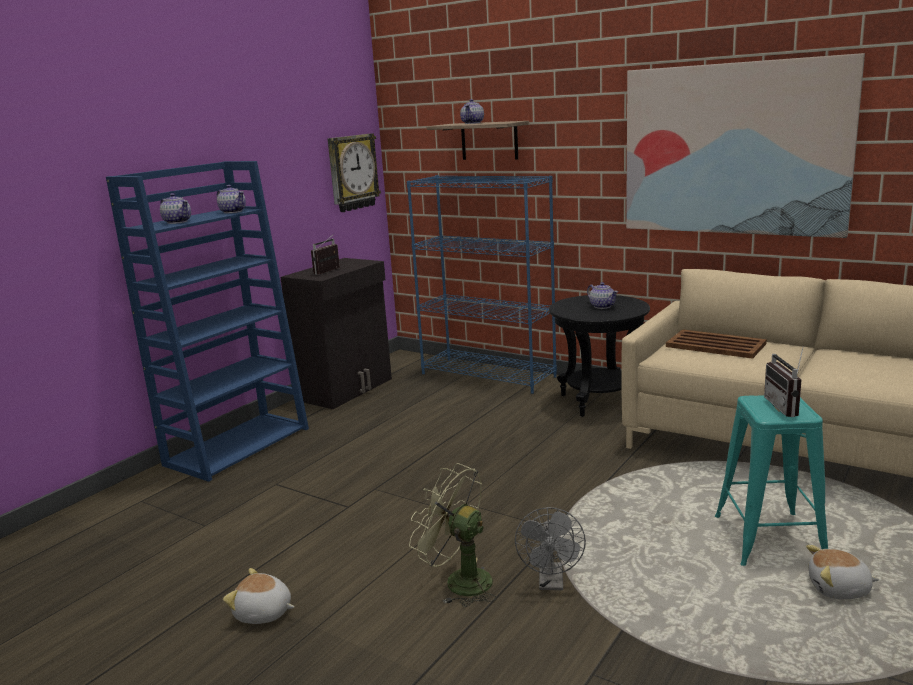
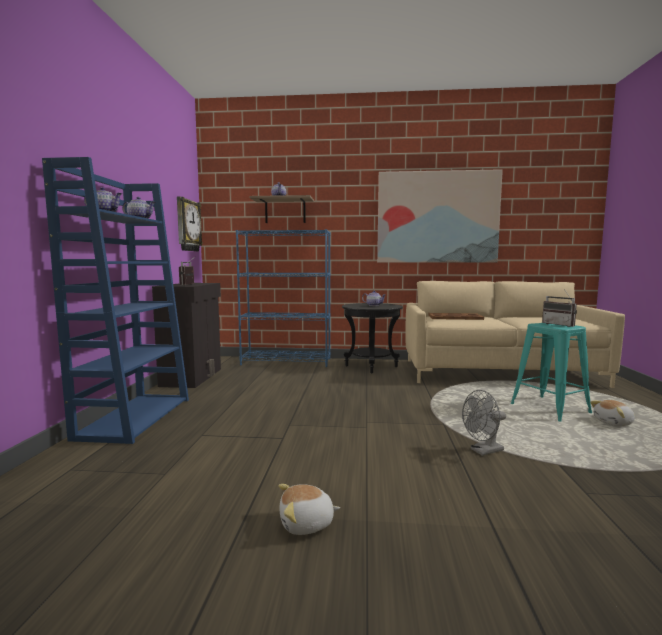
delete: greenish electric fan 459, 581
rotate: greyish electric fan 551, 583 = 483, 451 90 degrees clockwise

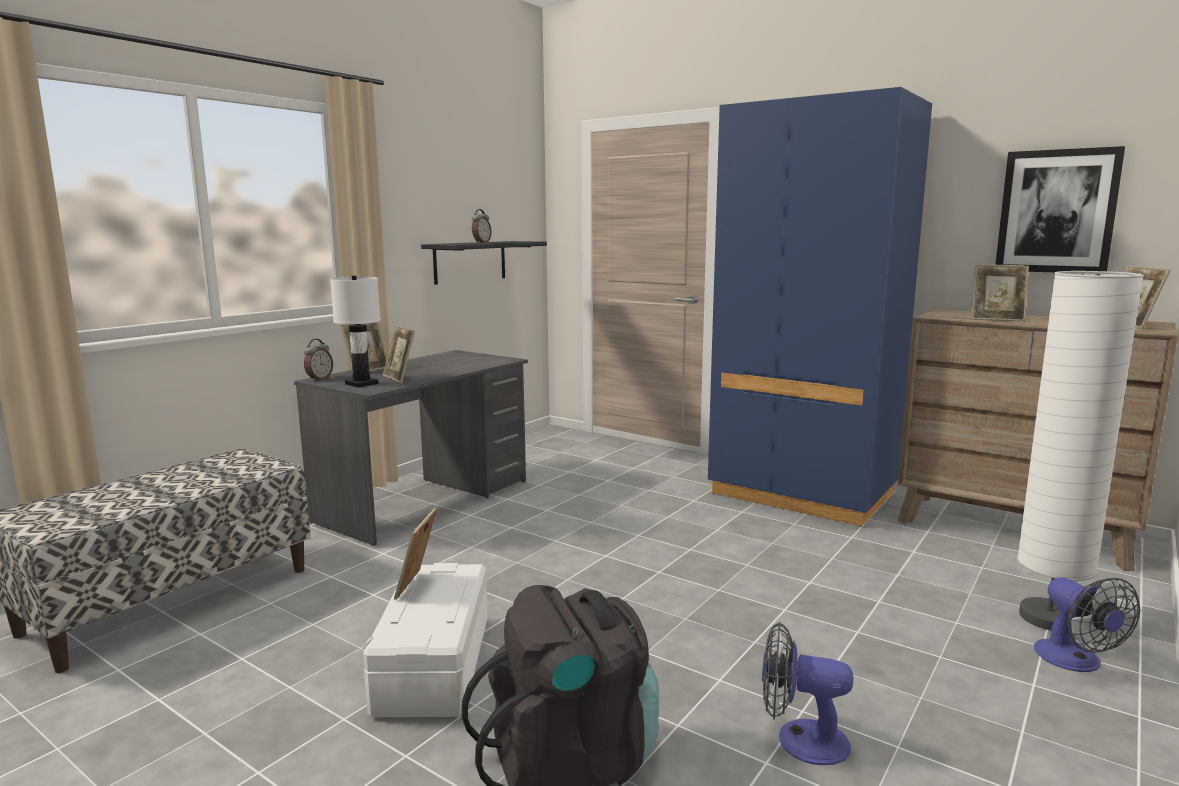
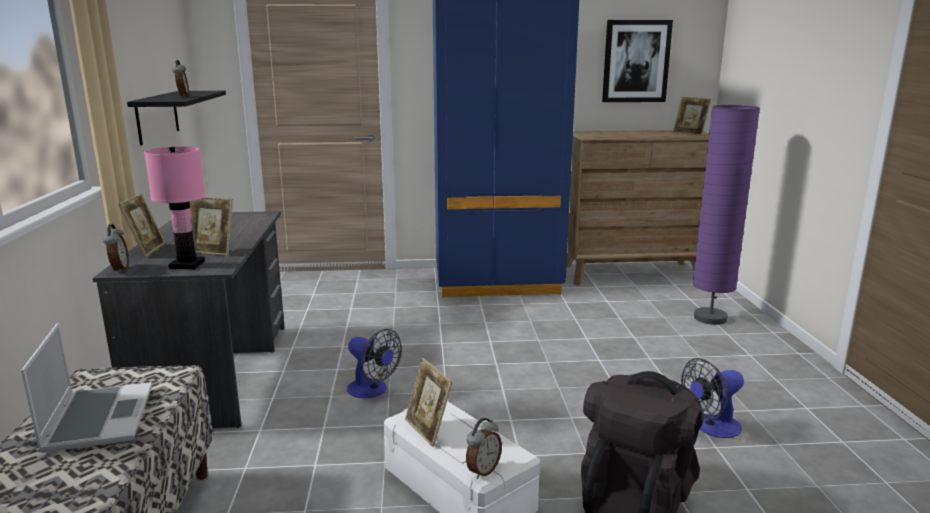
delete: standing frame 996, 319
insert: portable computer 98, 418; table clock 482, 470
move: electric fan 1076, 662 to 372, 391
recolor: white lamp for a table 362, 384 to pinkish lamp for a table 187, 264; white floor lamp 1048, 618 to purplish floor lamp 710, 318

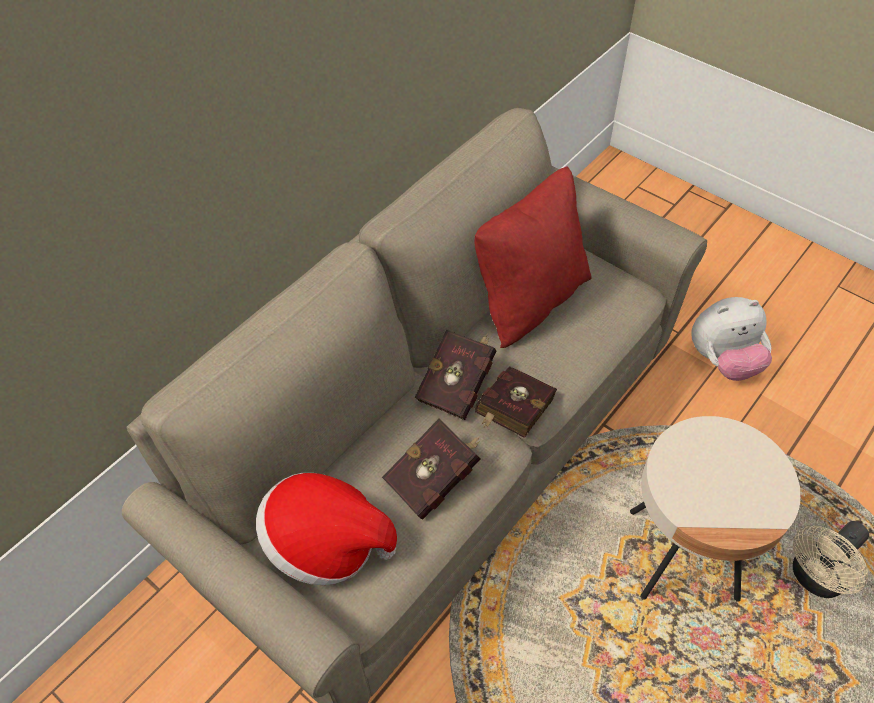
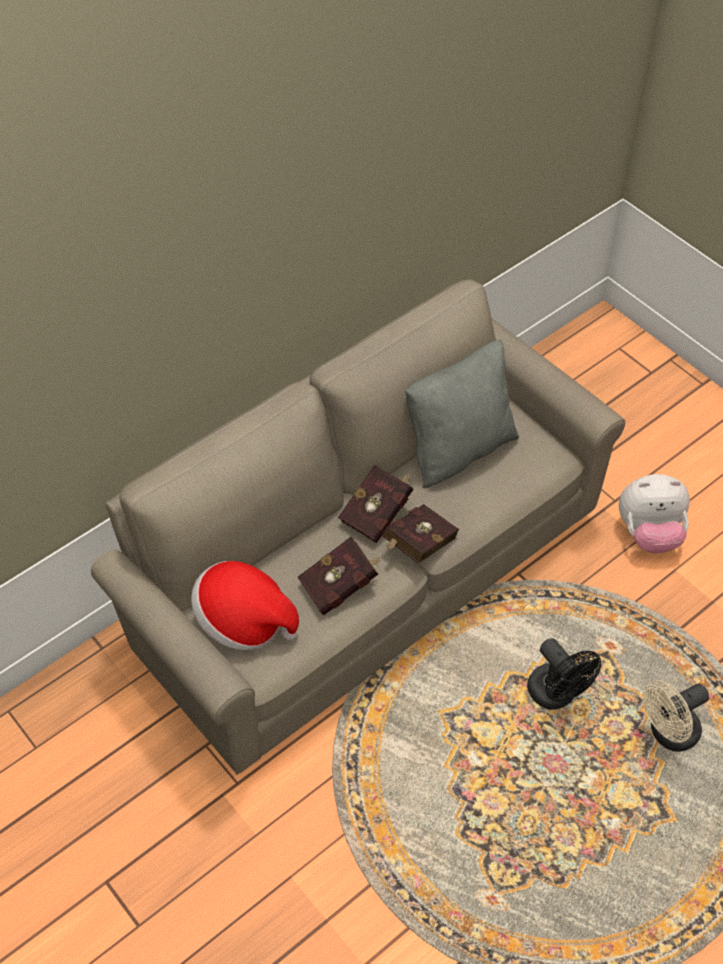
replace: sand-coloured accent table 682, 554 to blackish electric fan 557, 695
recolor: red cushion 529, 299 to greyish cushion 458, 449

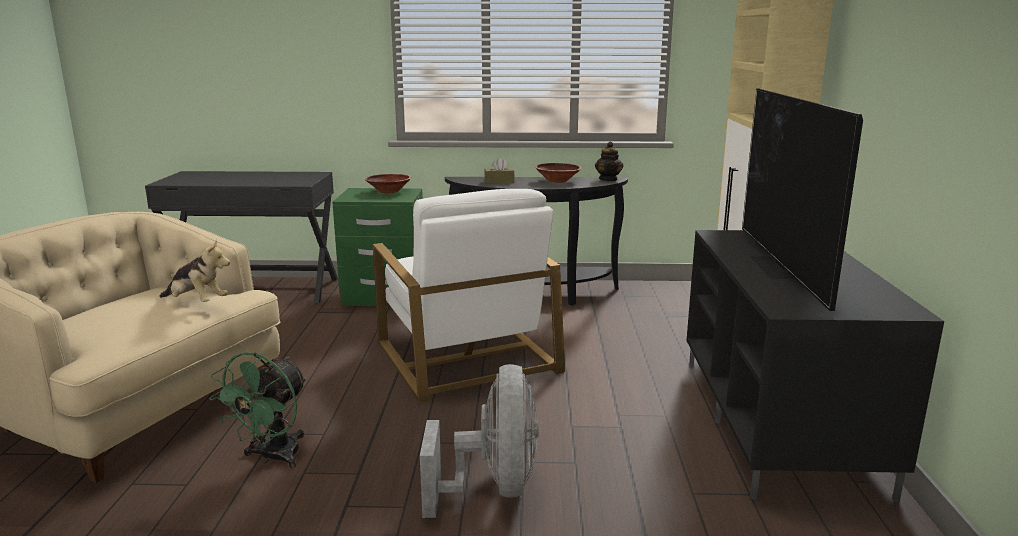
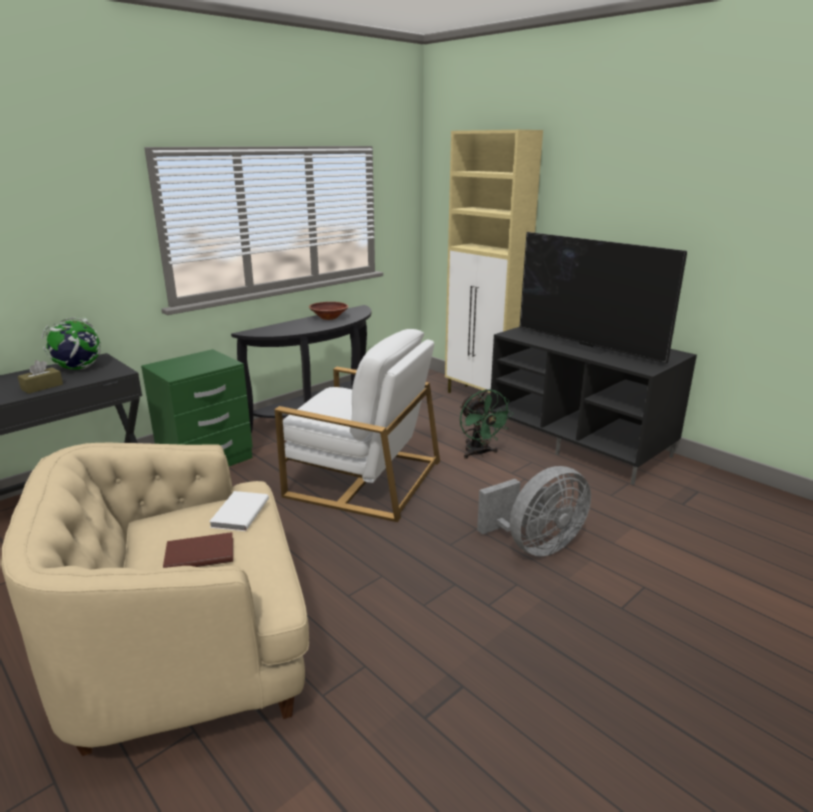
delete: brown bowl 388, 191; teapot 608, 179
insert: world globe 78, 368; brown volume 199, 553
move: greenish electric fan 272, 458 to 479, 453; brown tissue box 499, 181 to 42, 387
replace: soft toy 197, 302 to white volume 238, 513
rotate: greyish electric fan 493, 488 = 535, 545 105 degrees clockwise

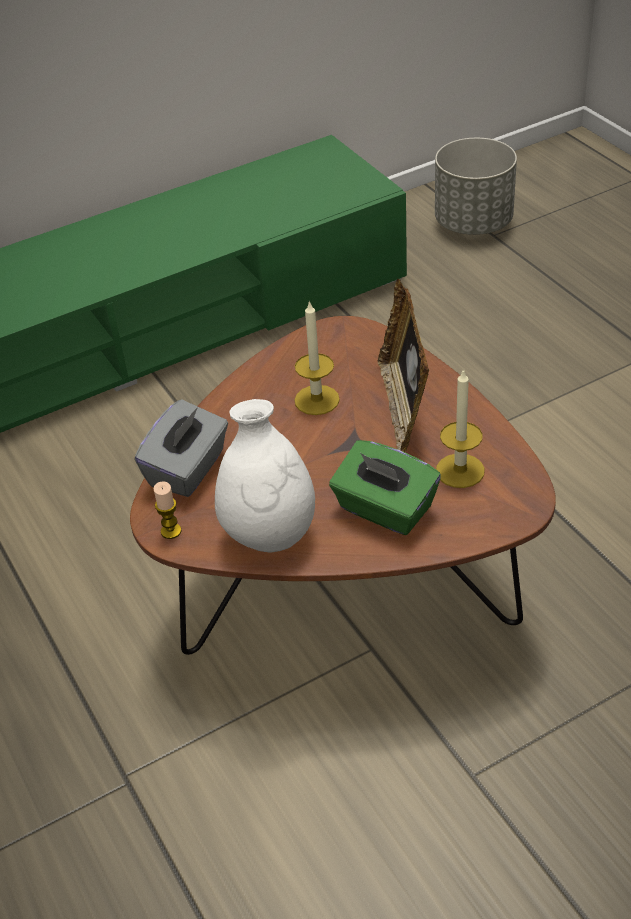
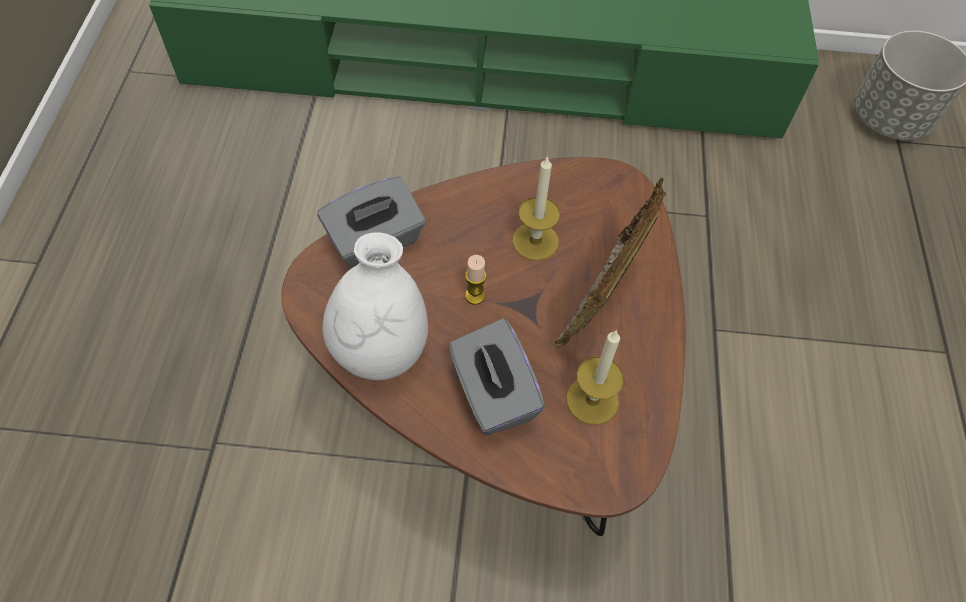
move: candle 171, 531 to 475, 296
recolor: greenish tissue box 384, 509 to greyish tissue box 493, 394

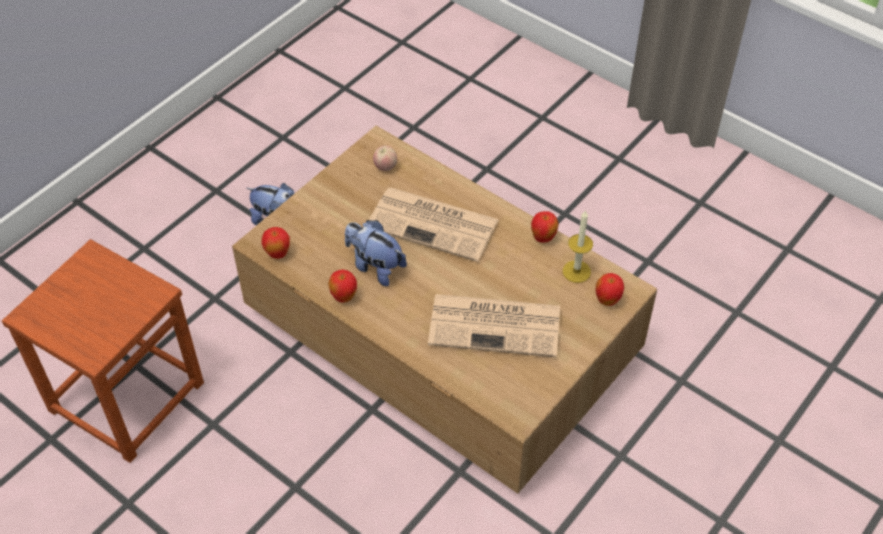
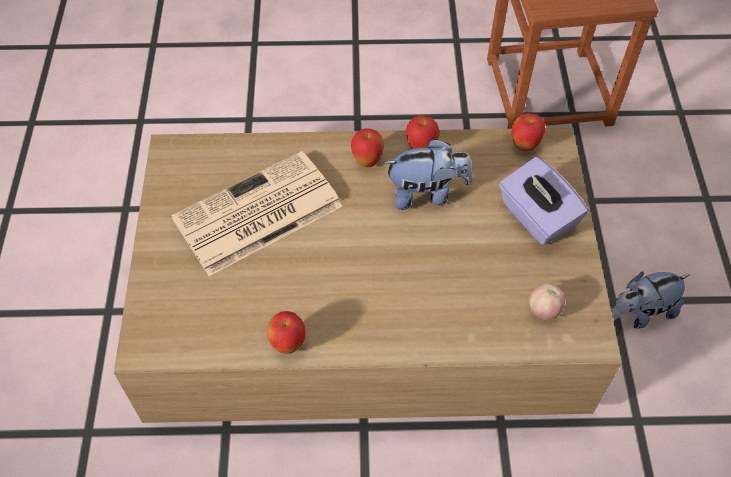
delete: daily paper 435, 224; candle 576, 271
insert: purplish tissue box 536, 217
move: whole apple 607, 301 to 367, 161

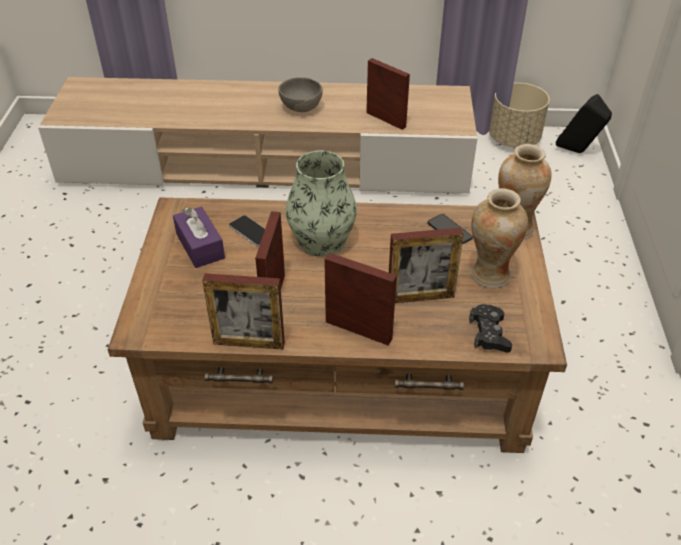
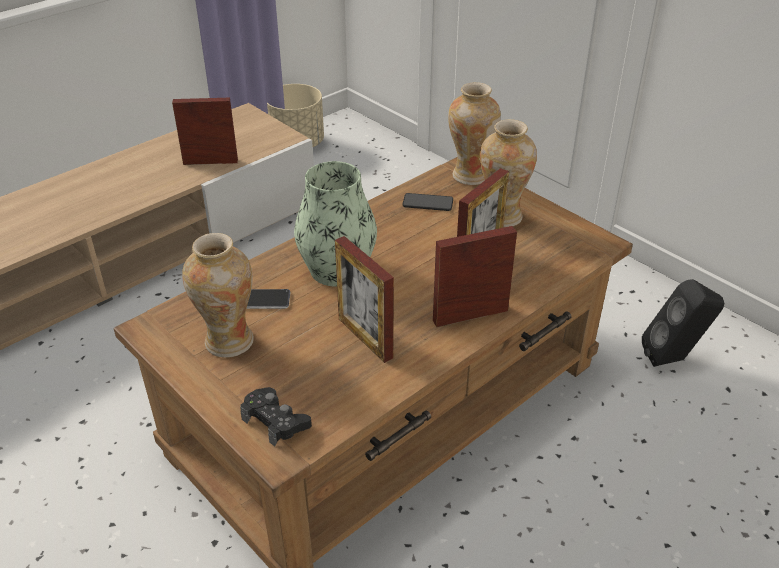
delete: standing frame 249, 343; greyish bowl 301, 108
move: blackish gamepad 489, 334 to 275, 421; blackish loudspeaker 577, 152 to 673, 359
replace: purplish tissue box 200, 246 to decorative vase 229, 342

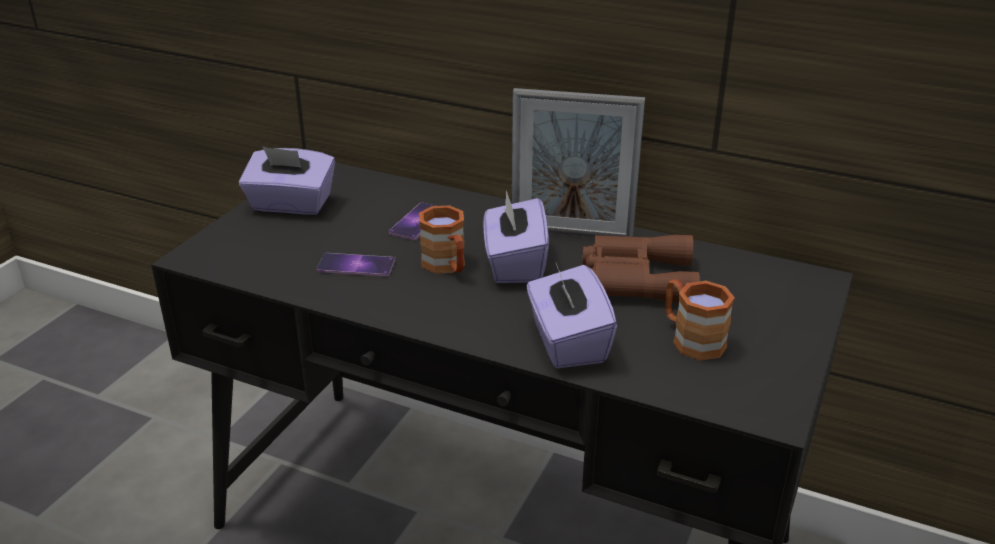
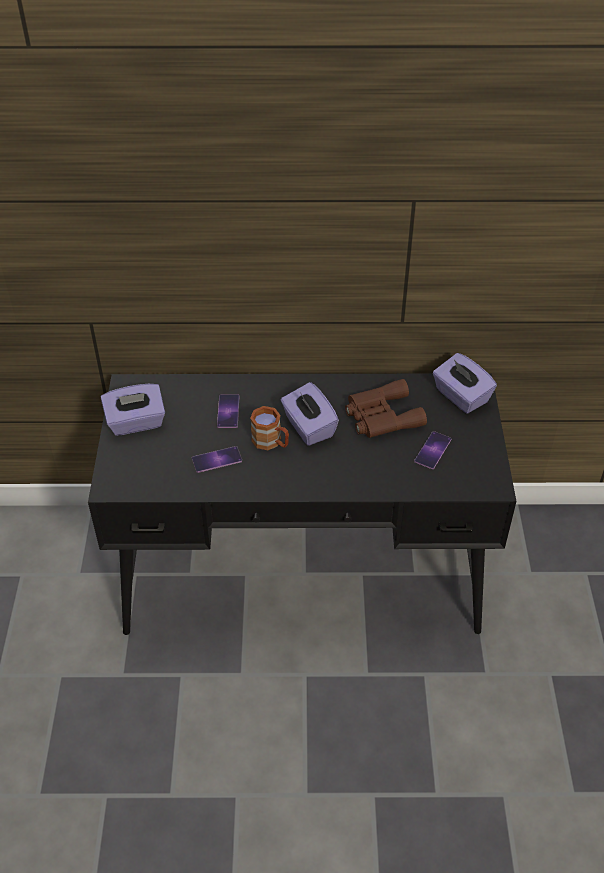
delete: standing frame 571, 233
move: purplish tissue box 567, 342 to 461, 396
replace: brown coffee mug 691, 338 to telephone 433, 450

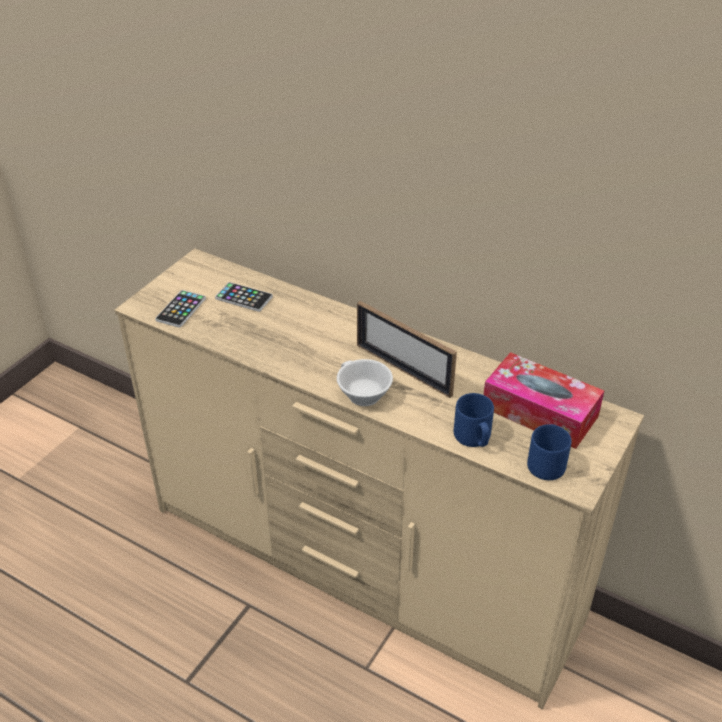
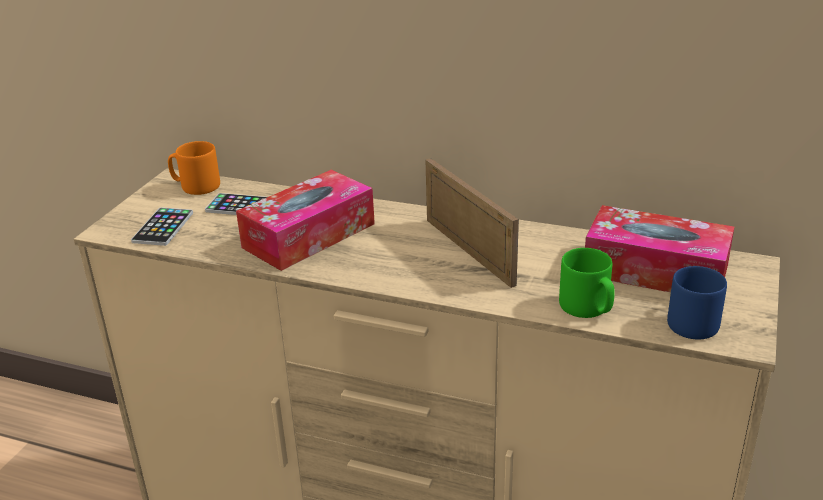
delete: white drinking cup 361, 395
insert: orange-coloured coffee mug 196, 186; tissue box 309, 235
recolor: blue-coloured coffee mug 474, 438 to greenish coffee mug 587, 308
rotate: standing frame 403, 369 = 468, 251 150 degrees counterclockwise

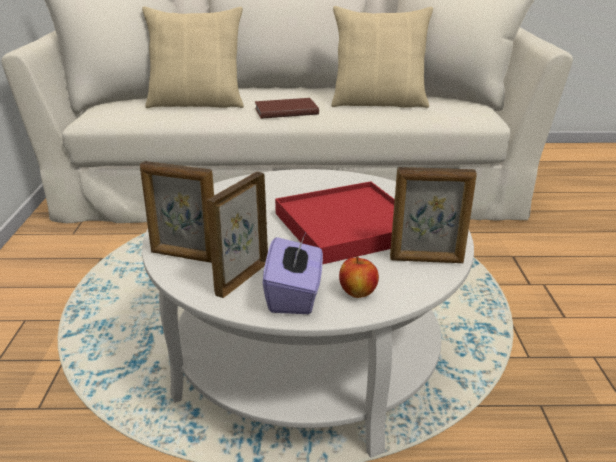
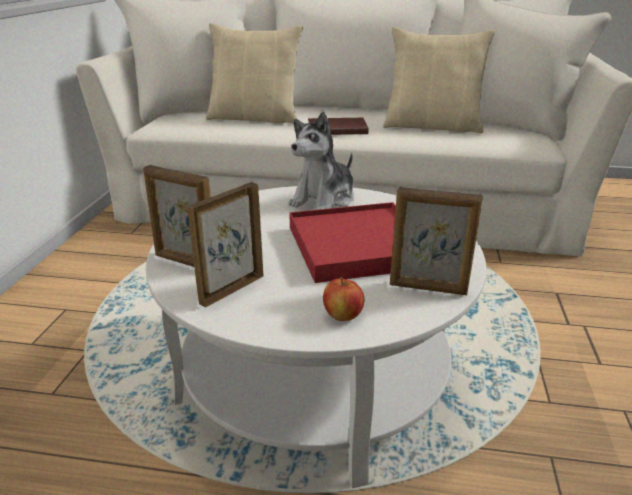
delete: purplish tissue box 294, 295
insert: soft toy 324, 200

